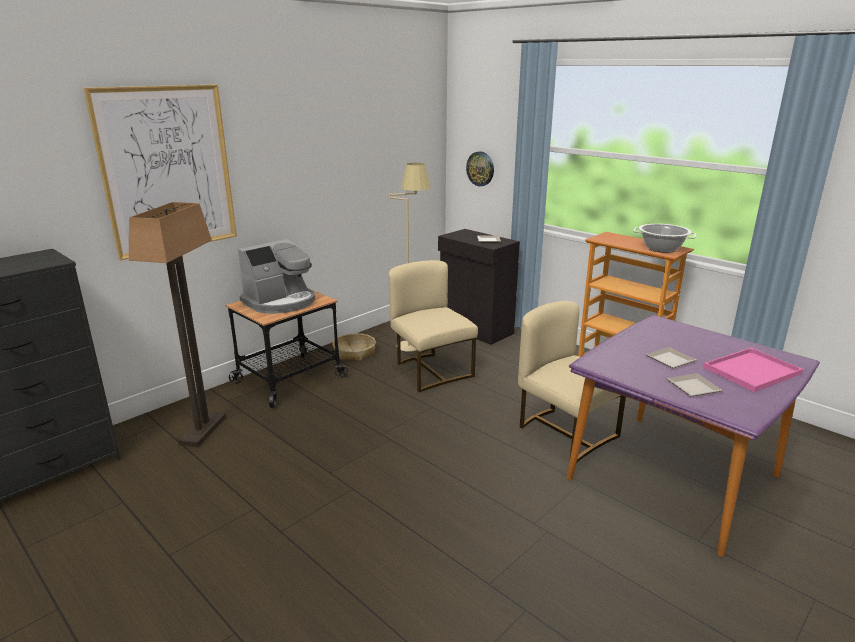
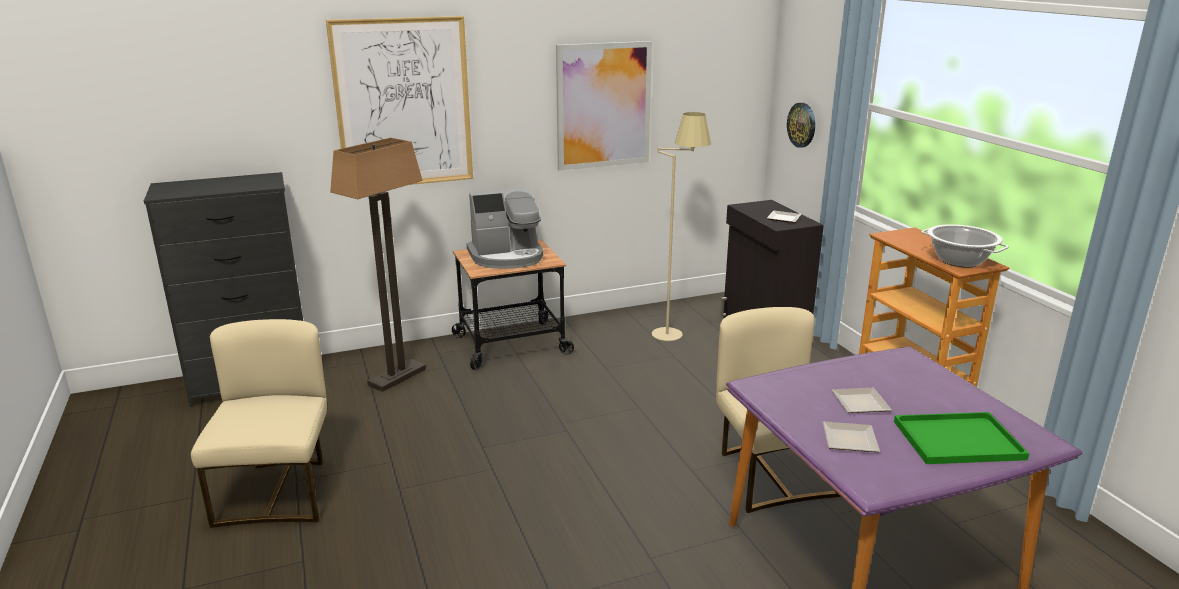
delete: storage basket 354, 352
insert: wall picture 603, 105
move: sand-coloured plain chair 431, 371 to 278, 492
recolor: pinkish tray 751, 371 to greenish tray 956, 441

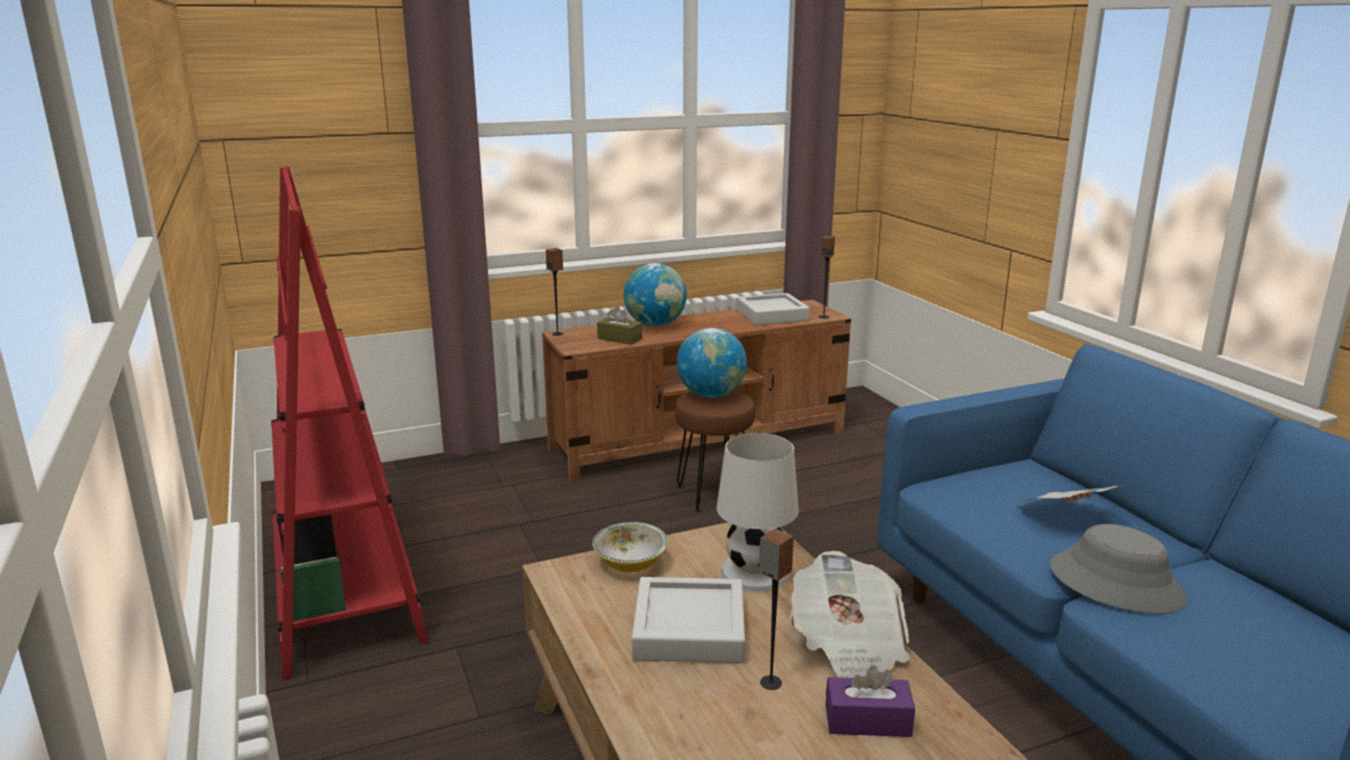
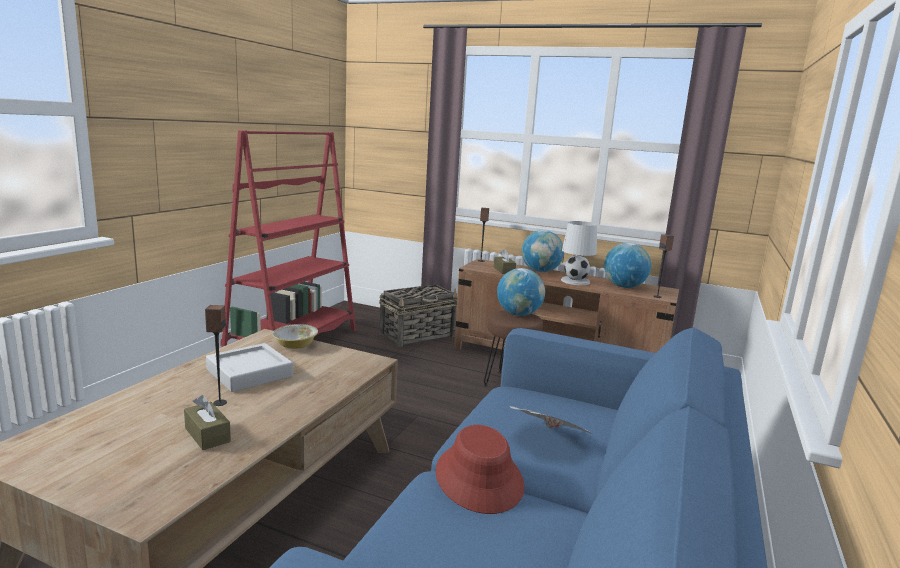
delete: daily paper 847, 646
insert: storage basket 418, 335
move: white lamp for a table 755, 572 to 575, 281
replace: greyish tray 772, 315 to world globe 624, 287
recolor: purplish tissue box 867, 721 to brown tissue box 207, 435; greyish hat 1116, 583 to red hat 479, 478

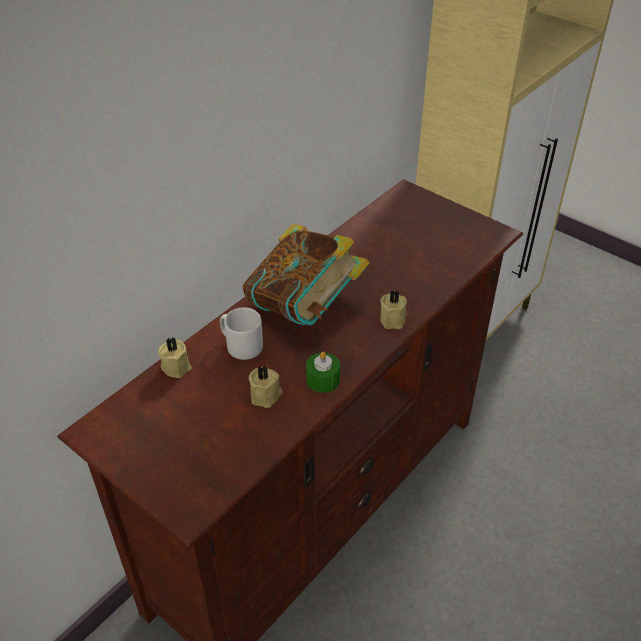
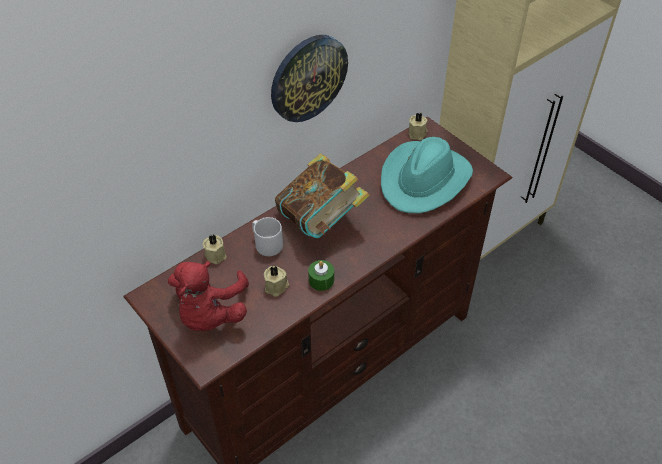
insert: red soft toy 210, 313; wall clock 308, 77; turquoise hat 425, 180
move: sand-coloured candle 394, 319 to 418, 133

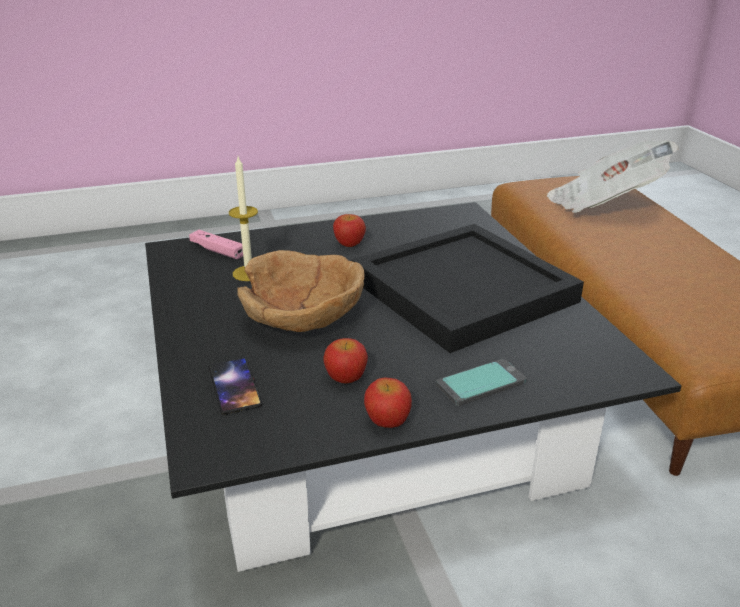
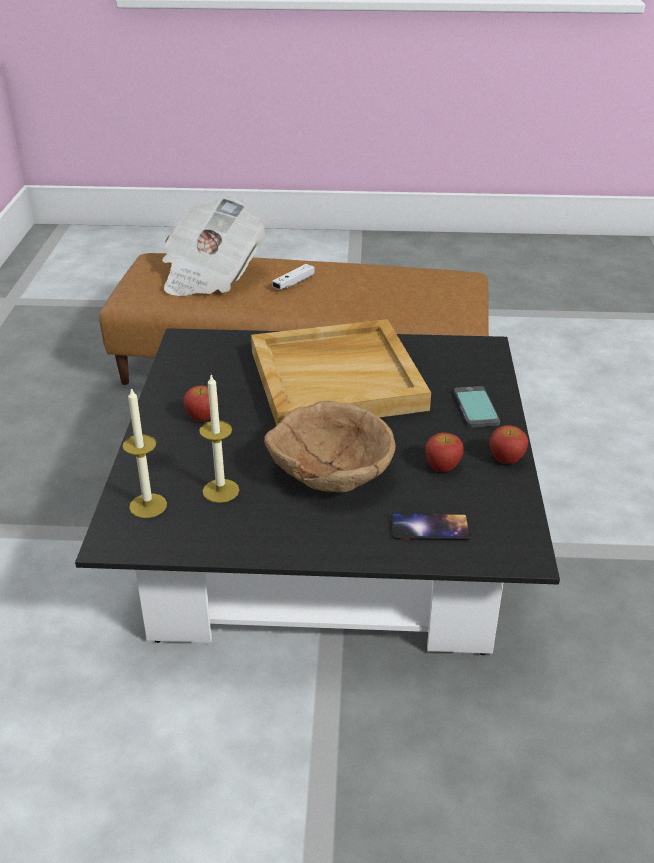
insert: white gamepad 293, 283
replace: pinkish gamepad 217, 251 to candle 148, 505
recolor: blackish tray 465, 290 to sand-coloured tray 337, 379

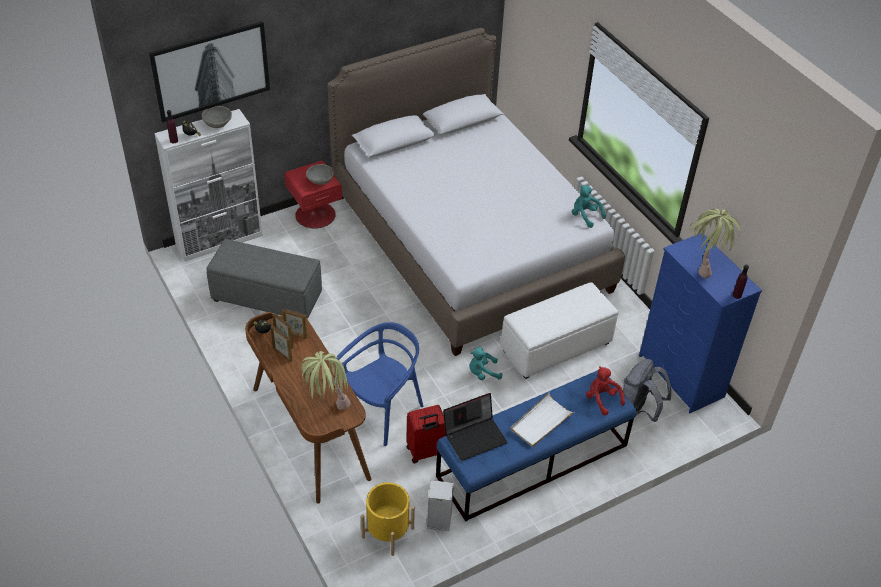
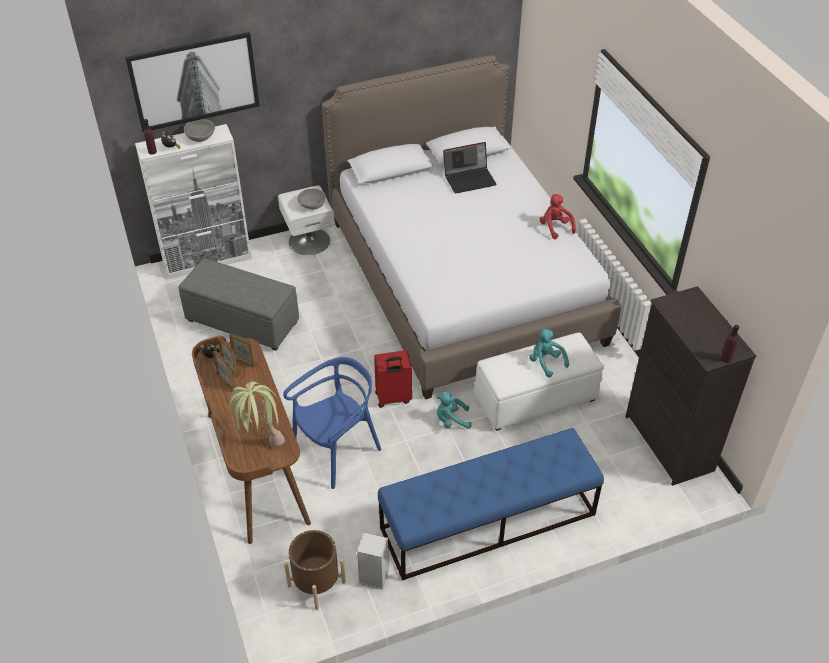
delete: white tray 541, 422; greyish rucksack 639, 411; potted plant 705, 264
move: red suitcase 425, 452 to 393, 398; portable computer 475, 436 to 470, 179; turquoise soft toy 585, 216 to 546, 362; red soft toy 602, 399 to 555, 227
recolor: red bedside table 315, 214 to white bedside table 309, 240; yellowish flower pot 387, 532 to brown flower pot 316, 584; blue-coloured chest of drawers 681, 377 to blackish chest of drawers 668, 444

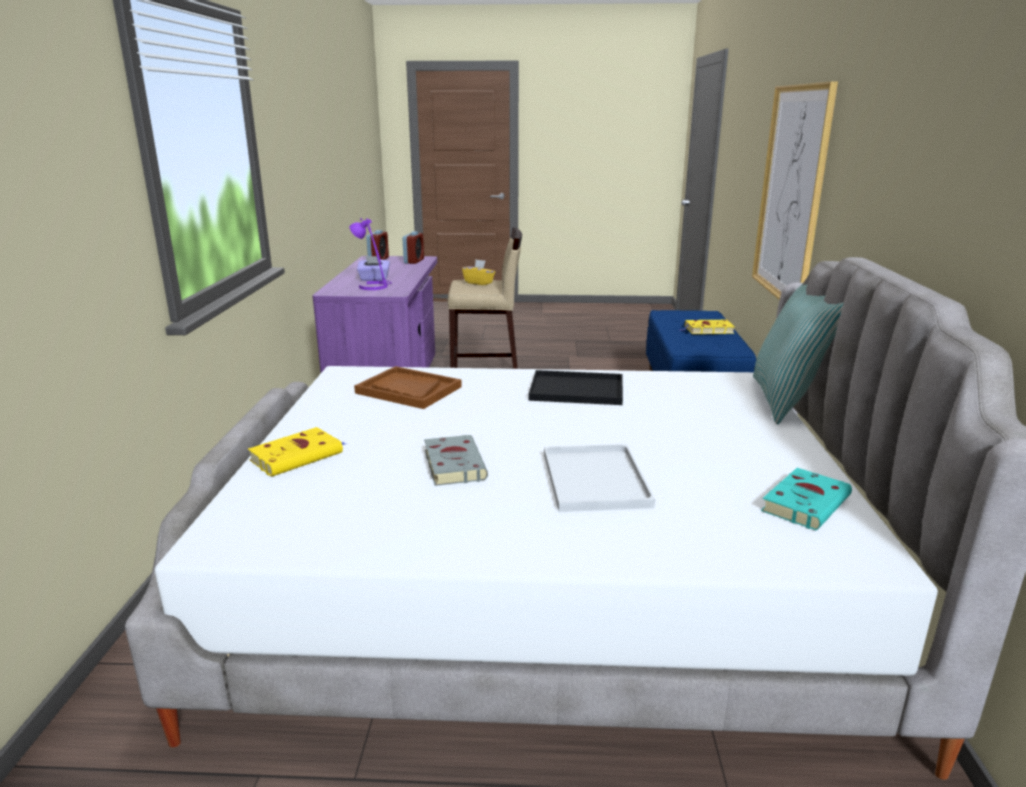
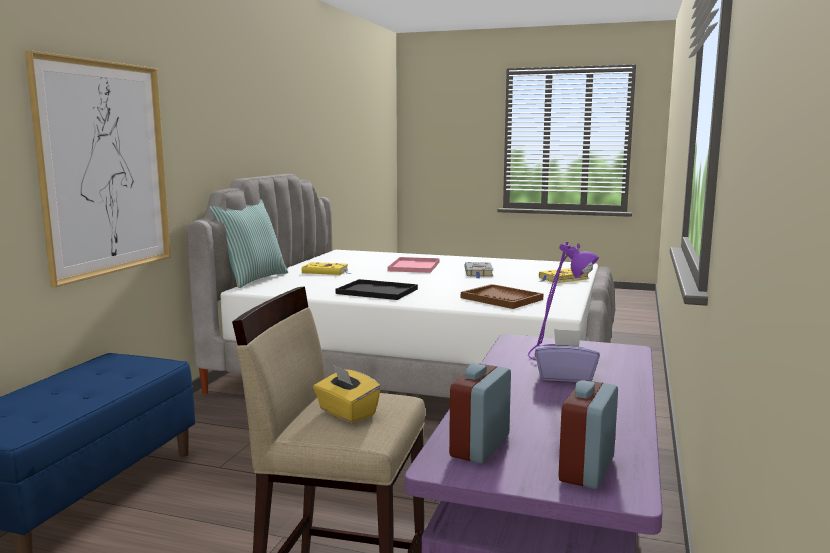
delete: turquoise volume 806, 503
move: yellowish volume 707, 330 to 326, 272
recolor: white tray 593, 478 to pinkish tray 414, 266

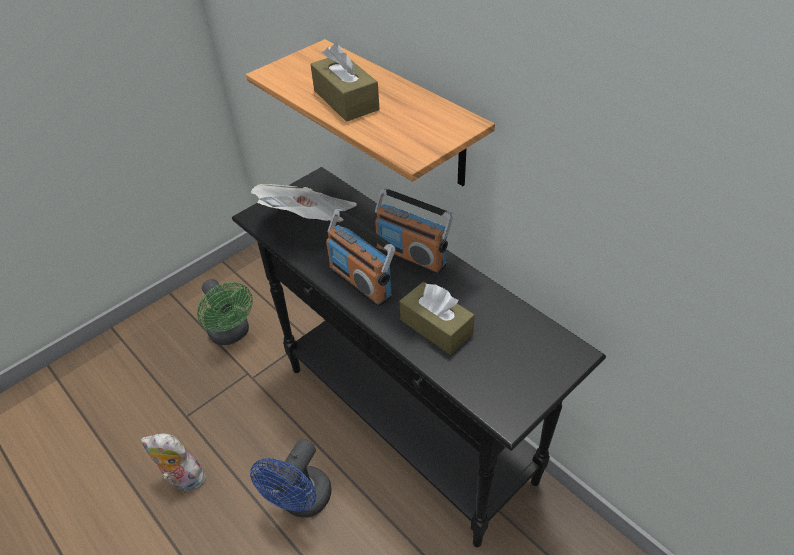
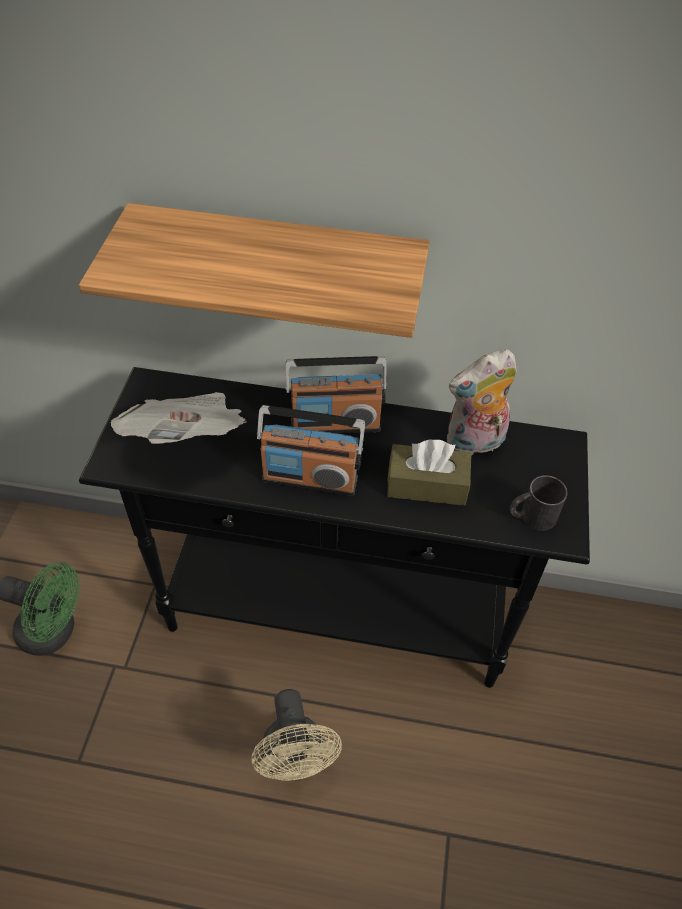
delete: brown tissue box 346, 100
insert: blackish coffee mug 531, 516
move: soft toy 183, 479 to 474, 443
recolor: blue-coloured electric fan 302, 502 to sand-coloured electric fan 296, 761

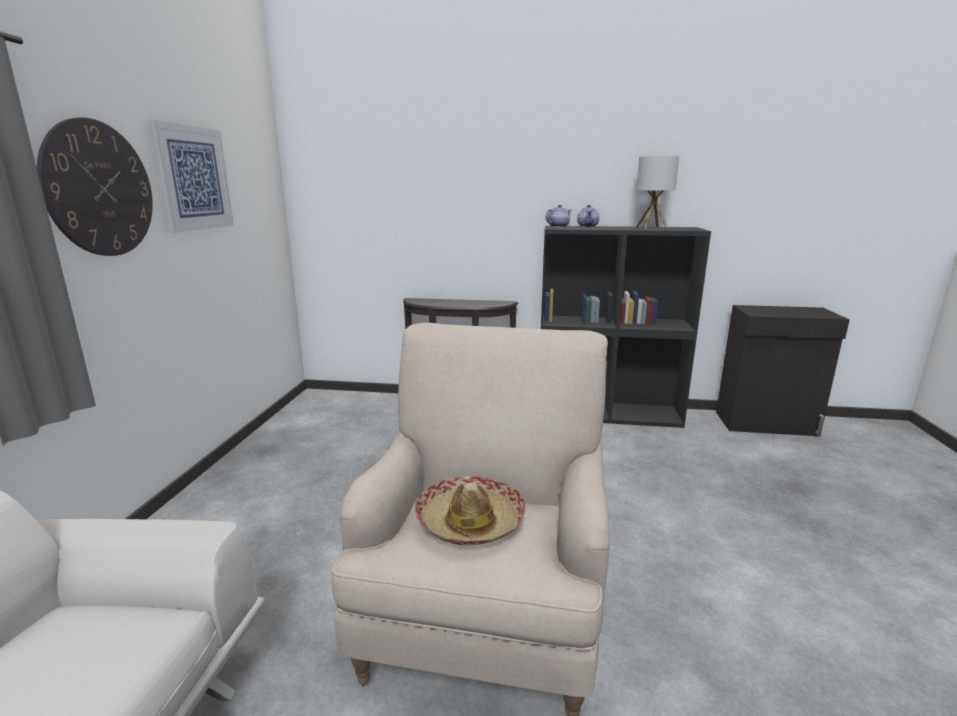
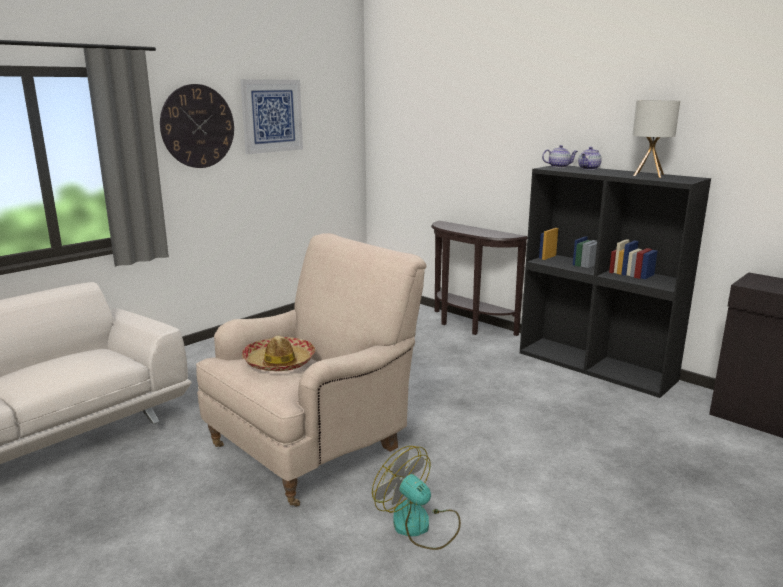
insert: electric fan 419, 525

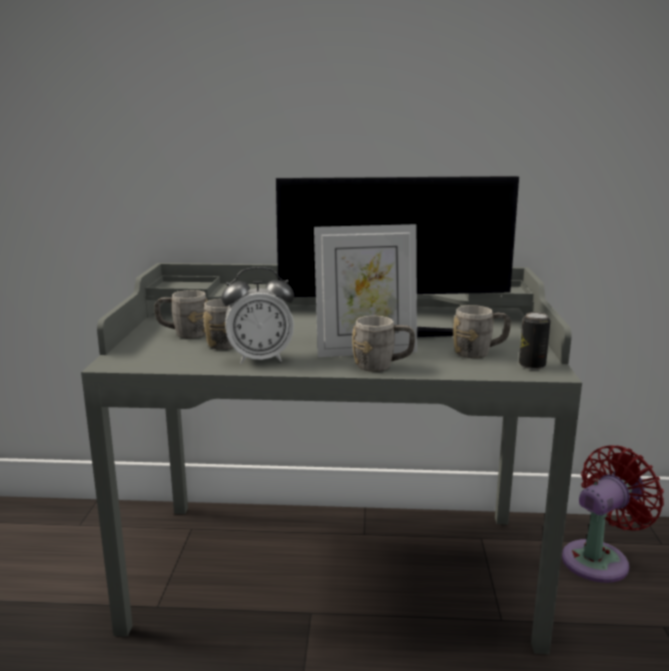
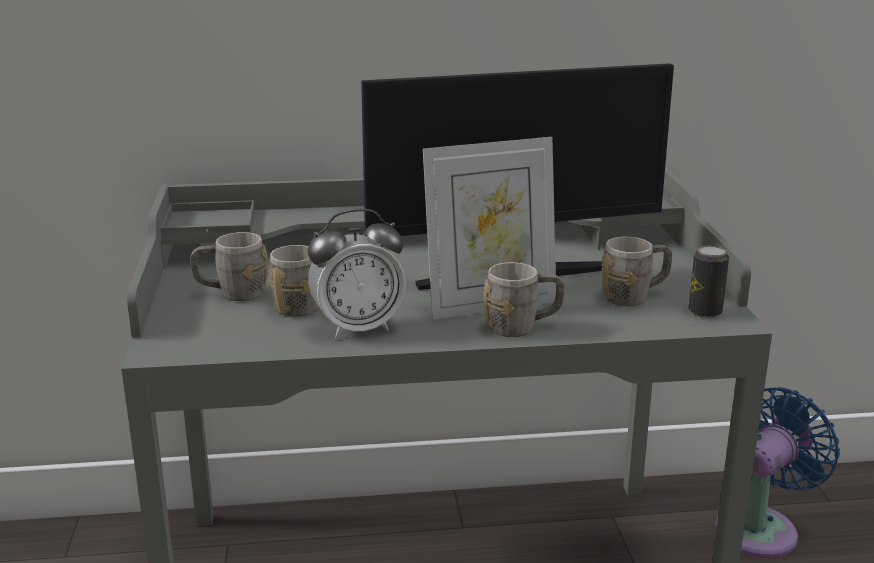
recolor: red electric fan 599, 559 to blue-coloured electric fan 761, 528

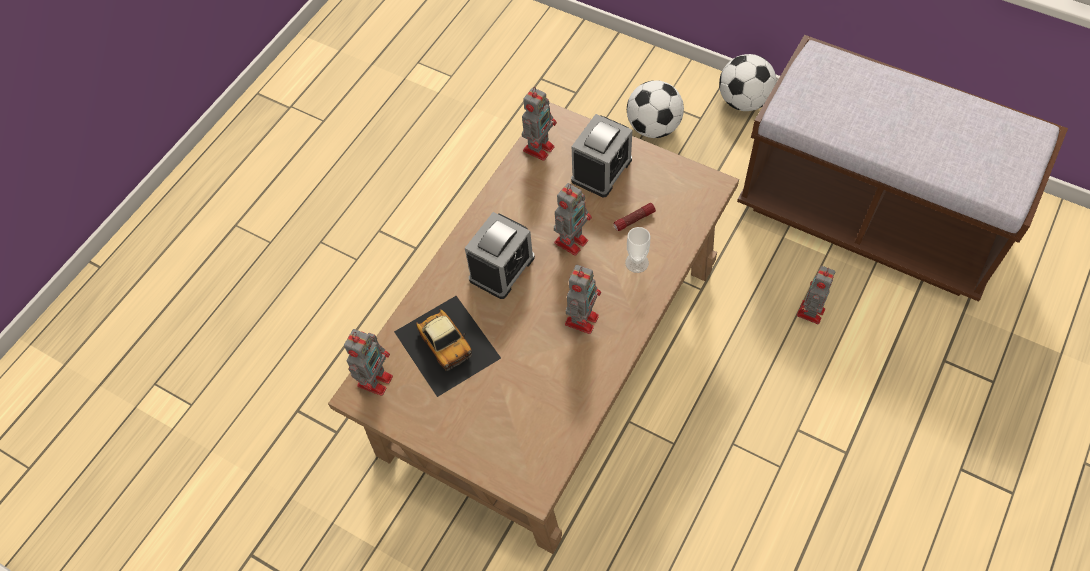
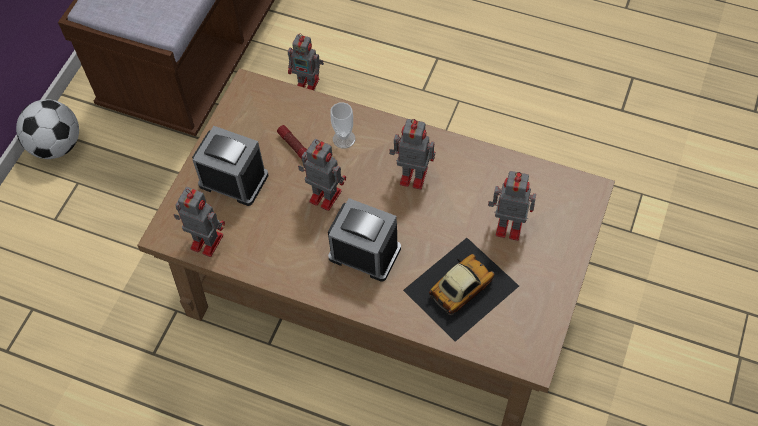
delete: ball for football 654, 127
move: robot figure 376, 379 to 507, 226

